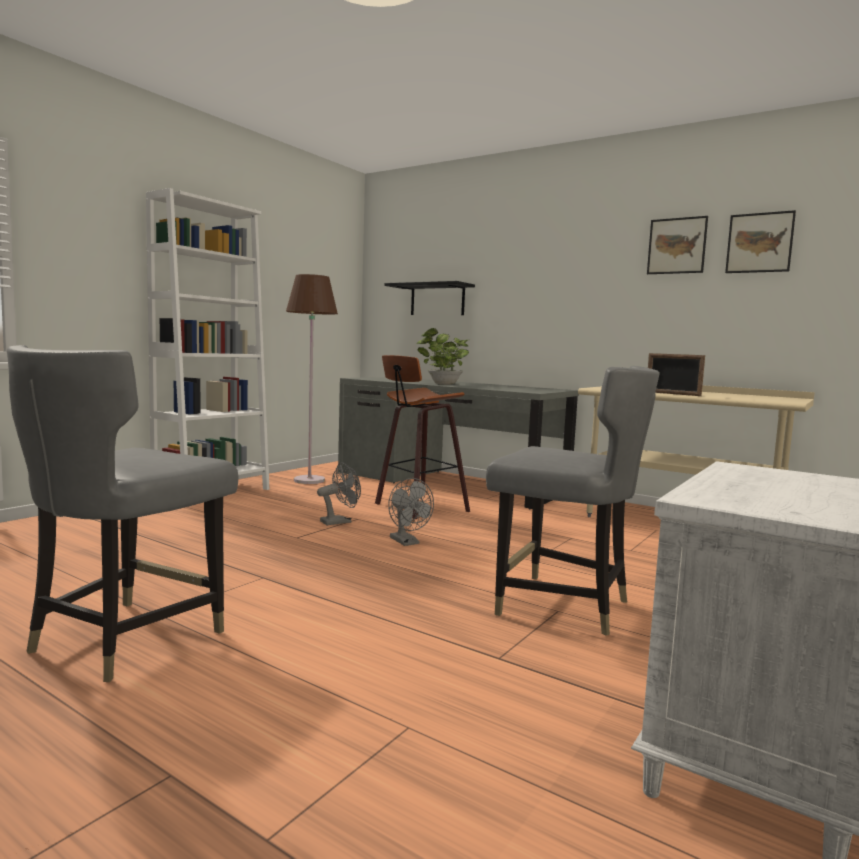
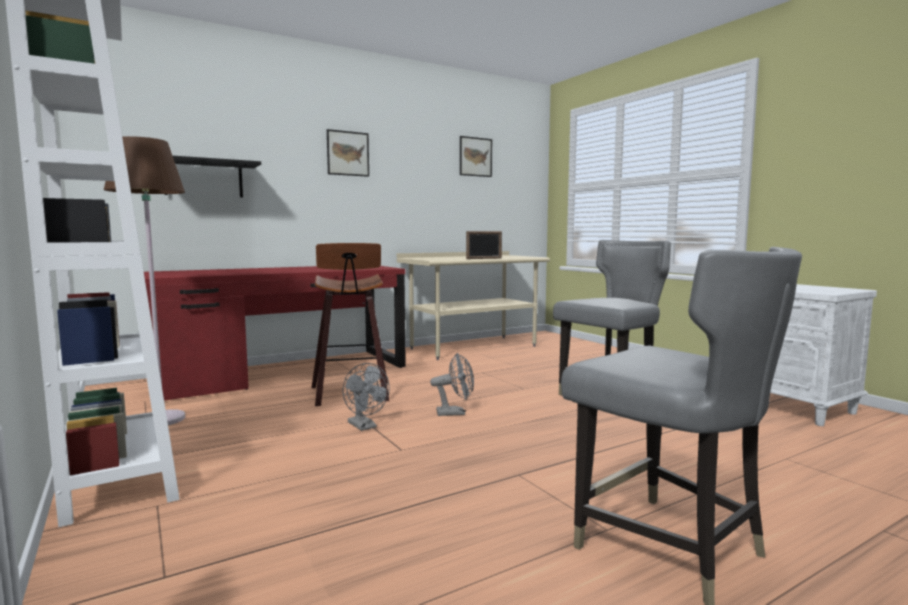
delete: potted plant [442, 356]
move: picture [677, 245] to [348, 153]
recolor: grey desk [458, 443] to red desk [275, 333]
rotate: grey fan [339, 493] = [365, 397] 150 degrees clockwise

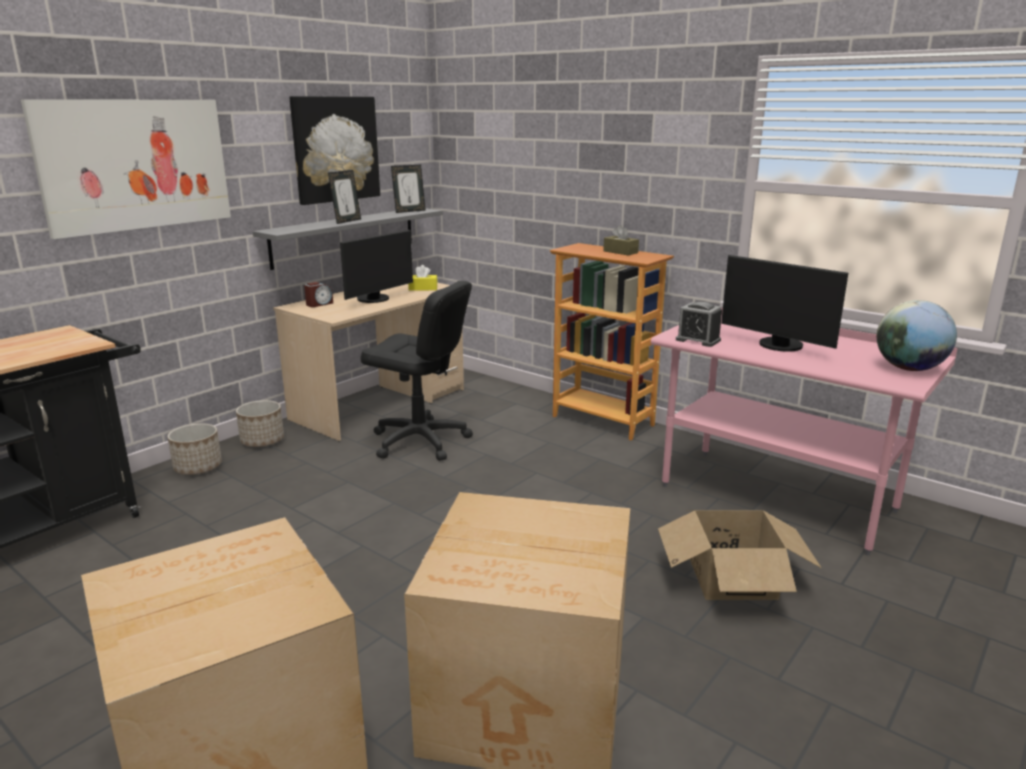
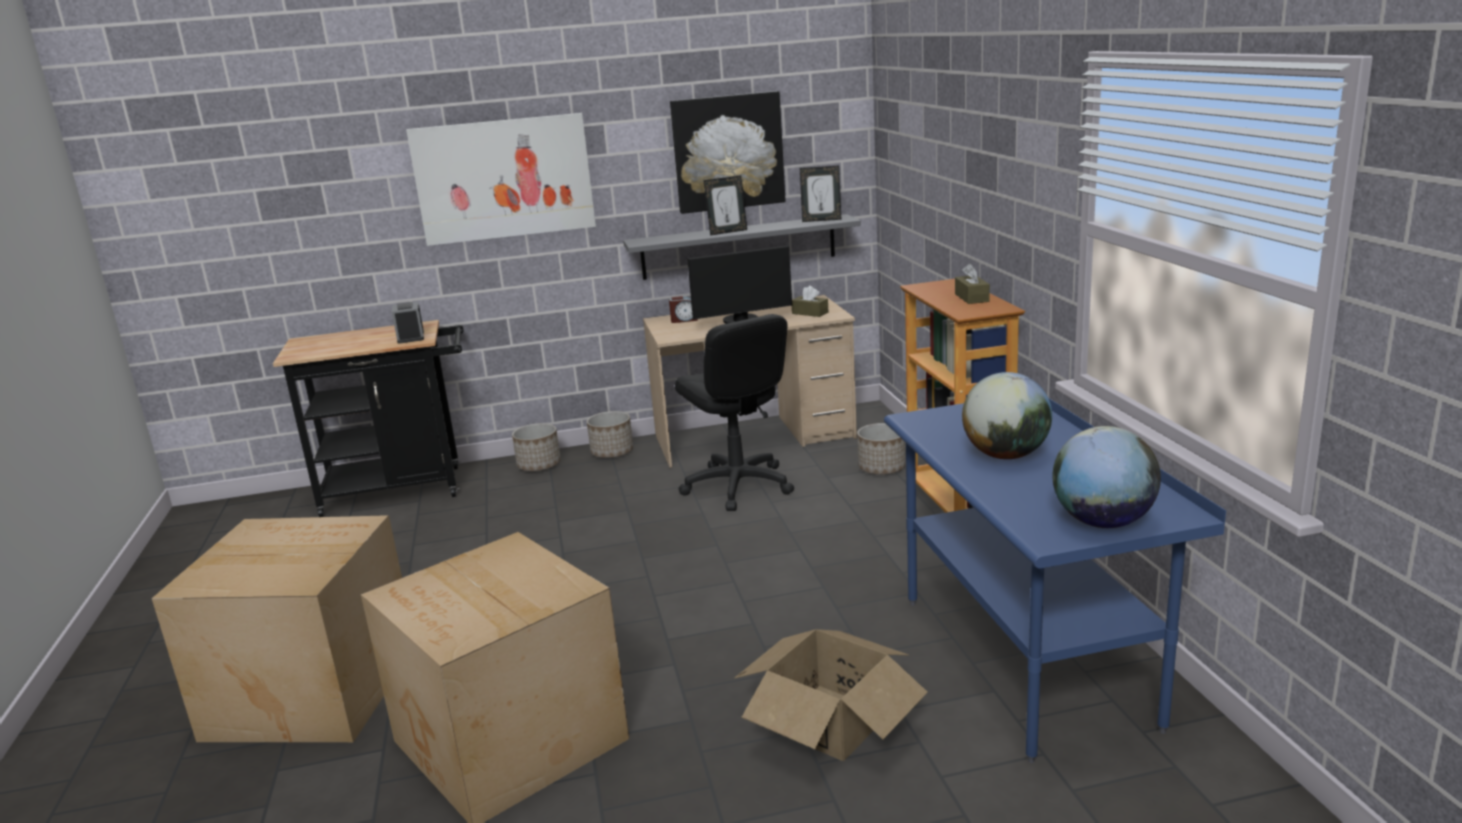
insert: planter [881, 449]
move: alarm clock [699, 324] to [408, 323]
replace: monitor [784, 303] to globe [1007, 415]
recolor: yellow tissue box [423, 278] to brown tissue box [810, 301]; pink desk [804, 431] to blue desk [1055, 580]

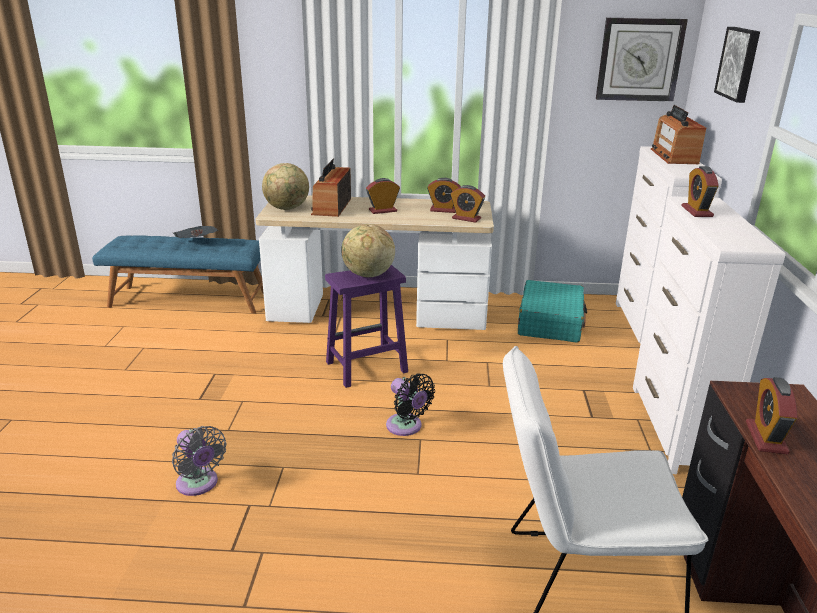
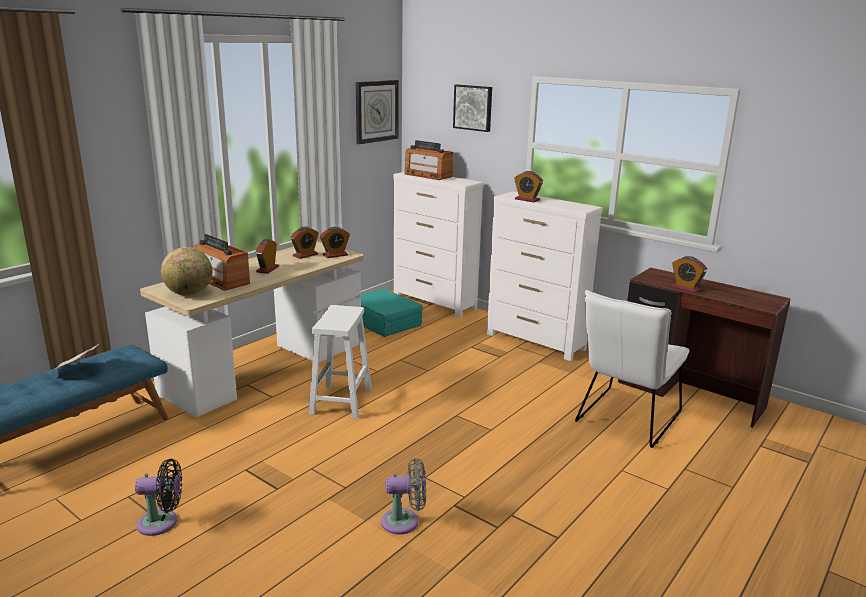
delete: globe [368, 250]
move: black fan [410, 404] to [158, 497]
recolor: purple stool [366, 326] to white stool [340, 362]

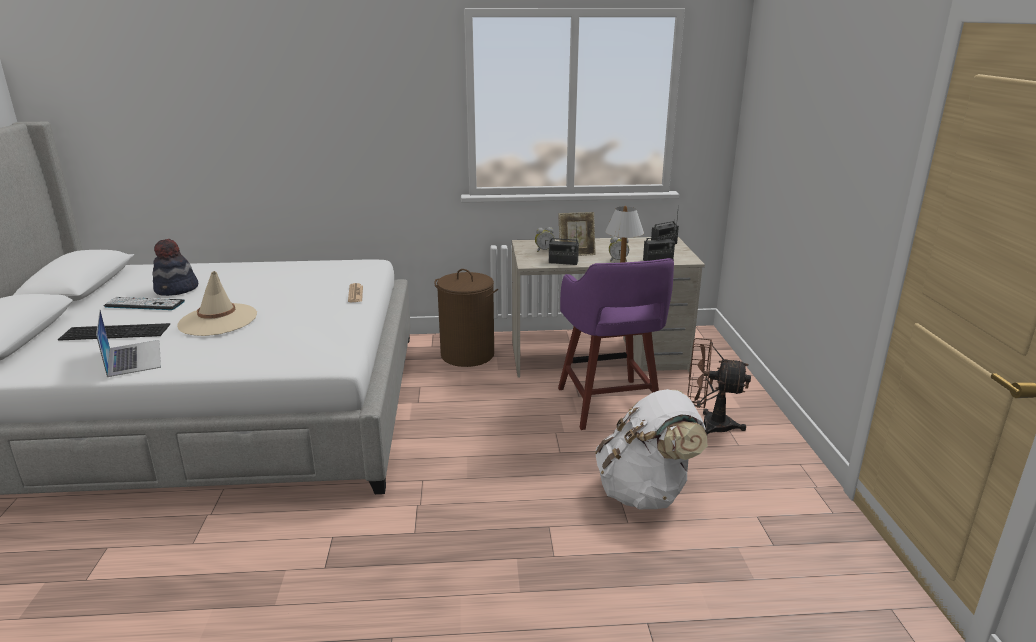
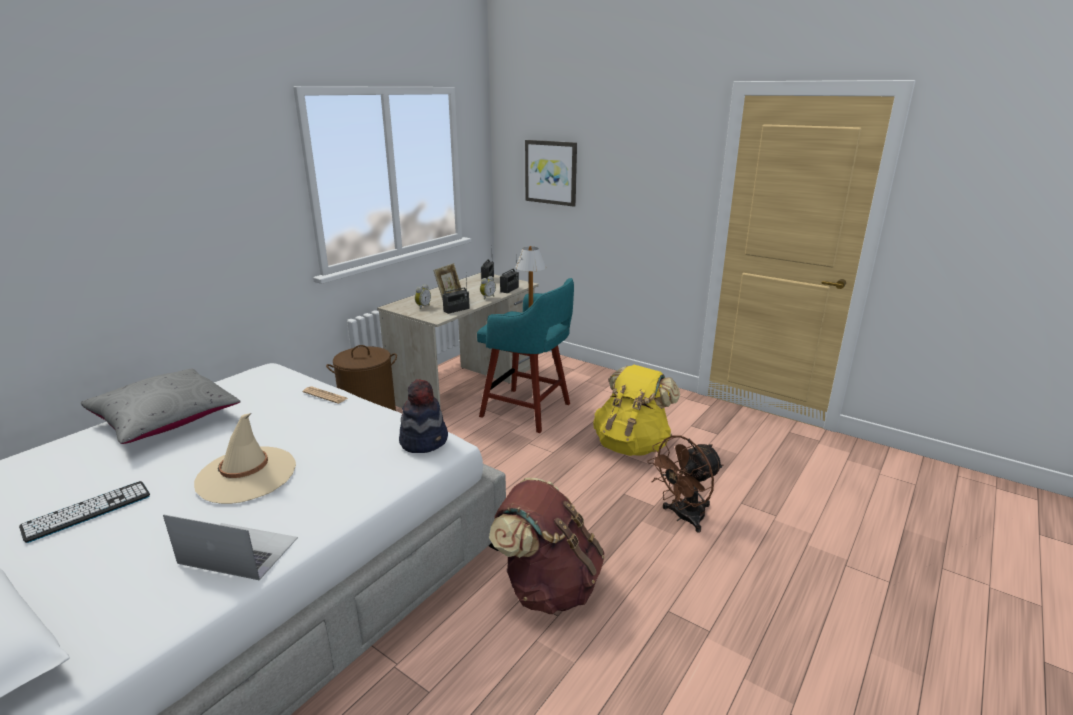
delete: keyboard [114, 332]
insert: picture [551, 173]; grey pillow [161, 406]; brown backpack [546, 546]
move: hat [175, 267] to [423, 416]; brown fan [719, 386] to [685, 484]
recolor: purple stool [616, 344] to turquoise stool [525, 355]; white backpack [651, 449] to yellow backpack [636, 410]

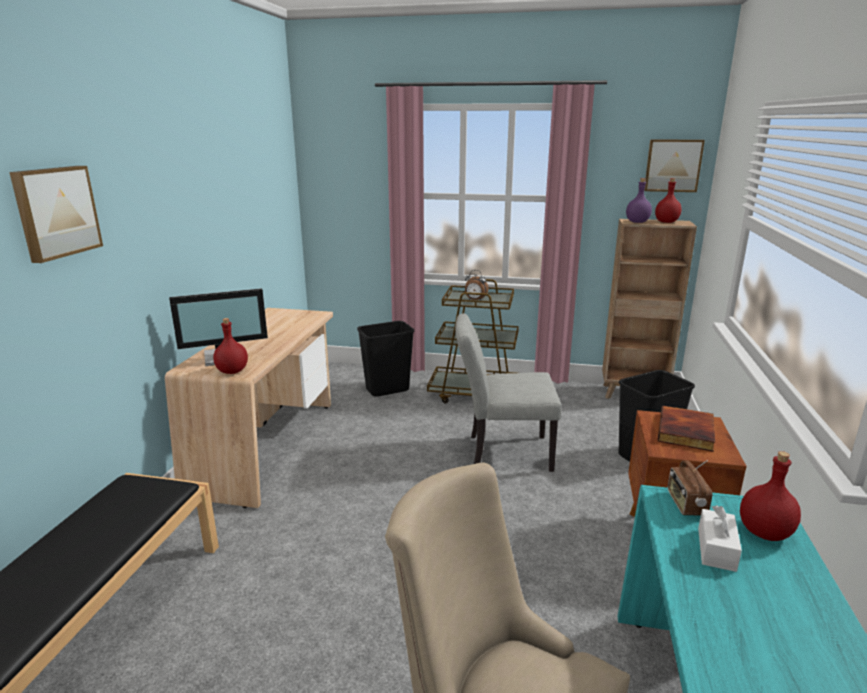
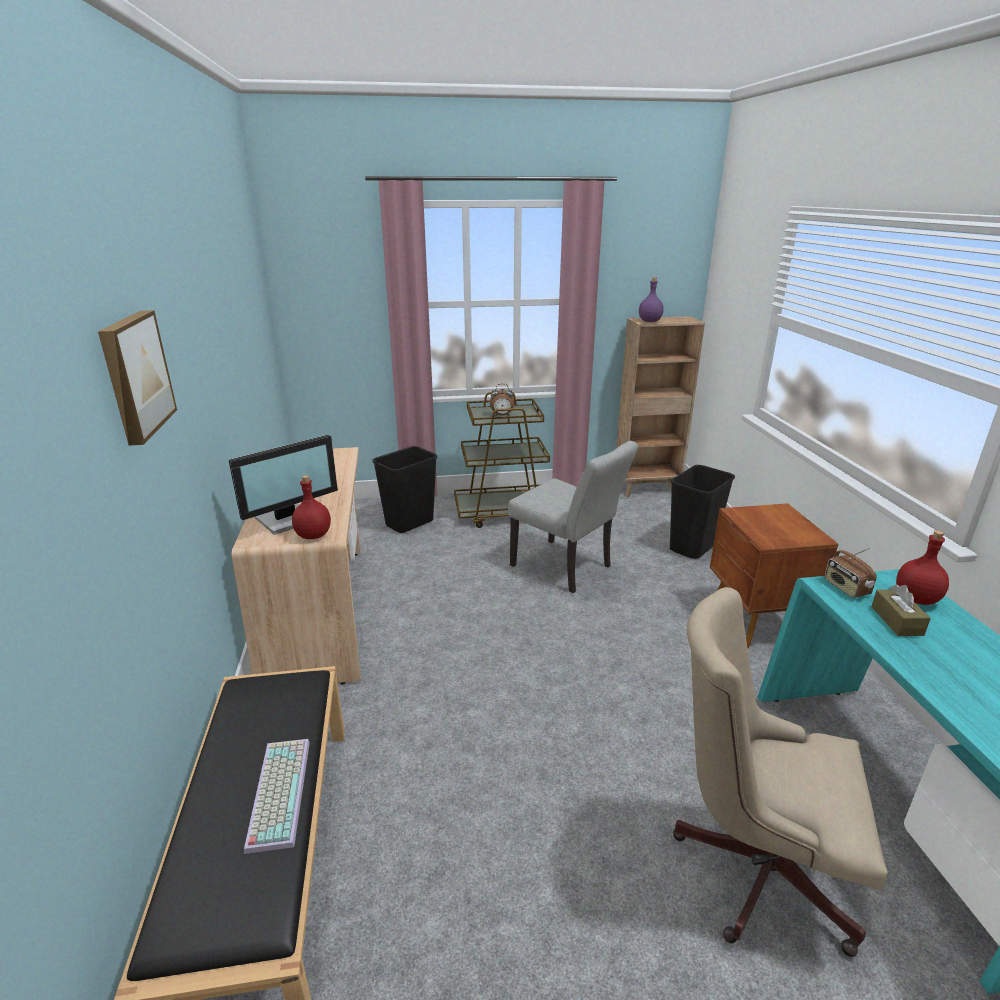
delete: picture [674, 165]; red bottle [668, 200]; book [686, 428]
insert: keyboard [277, 796]
recolor: white tissue box [720, 538] to brown tissue box [901, 610]
rotate: grey chair [508, 392] = [573, 517] 120 degrees counterclockwise

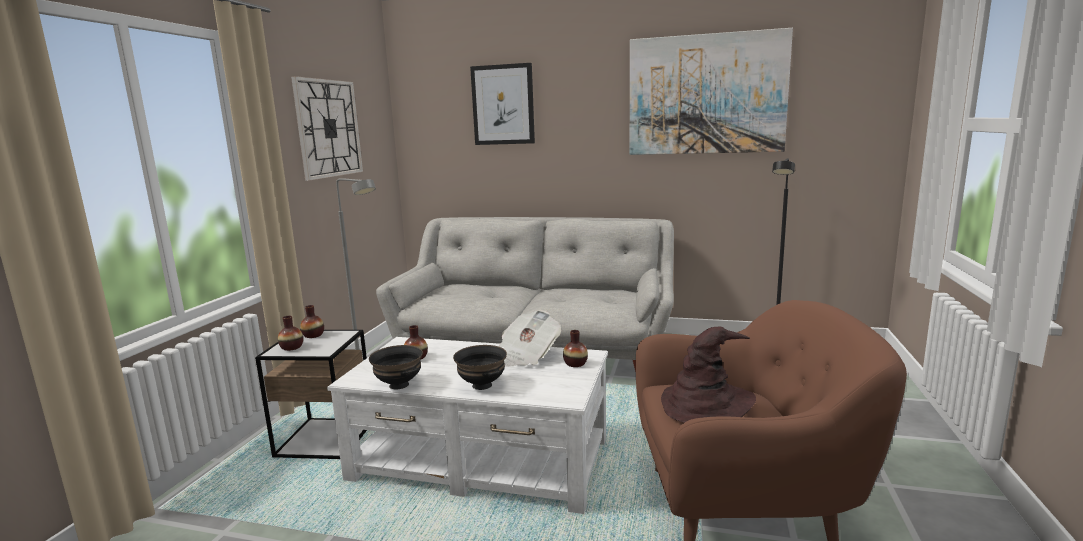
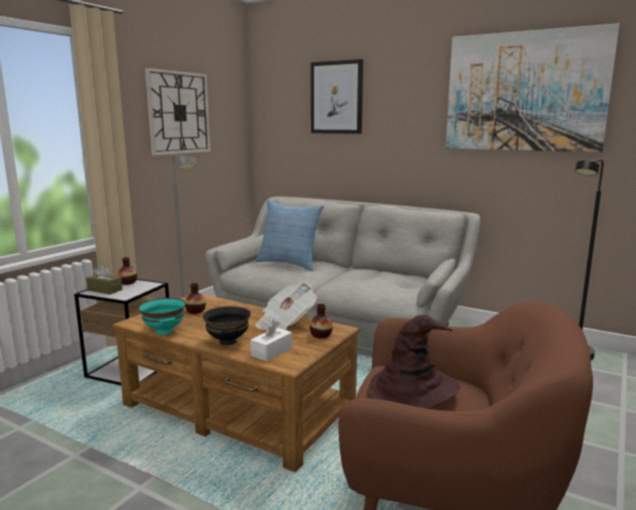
insert: pillow [290, 235]; white tissue box [271, 340]
replace: vase [290, 333] to brown tissue box [104, 279]
recolor: white coffee table [467, 425] to brown coffee table [236, 383]; black bowl [396, 367] to turquoise bowl [162, 316]

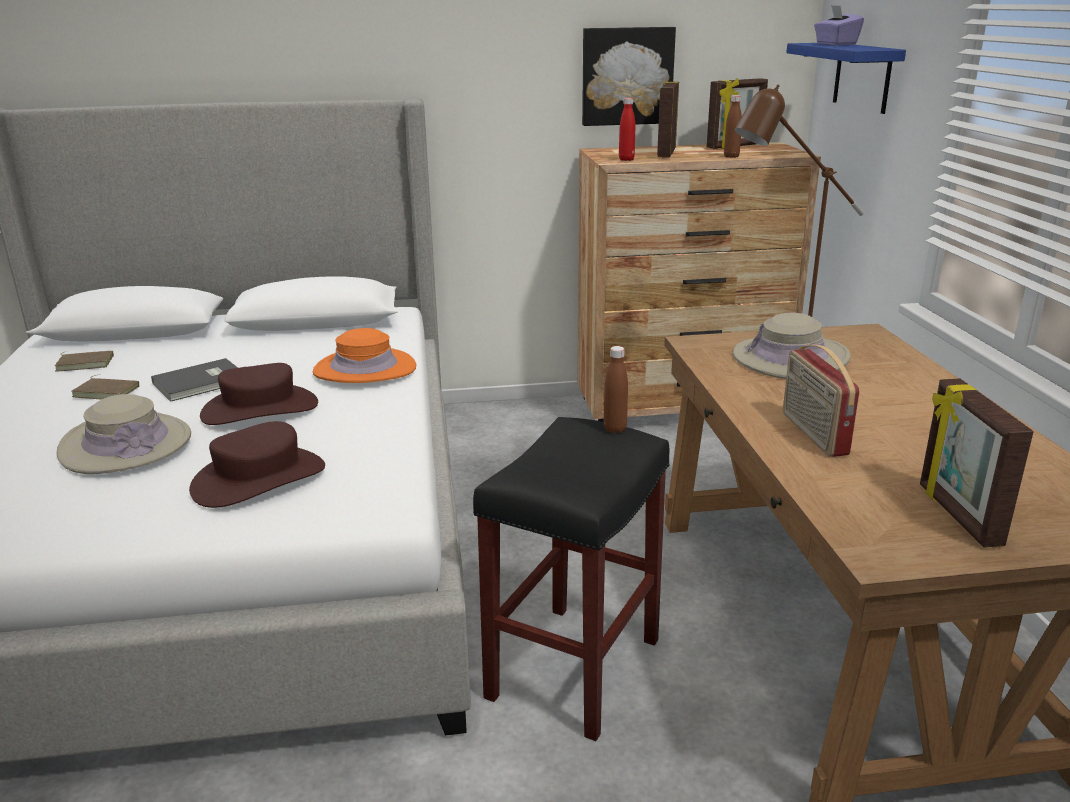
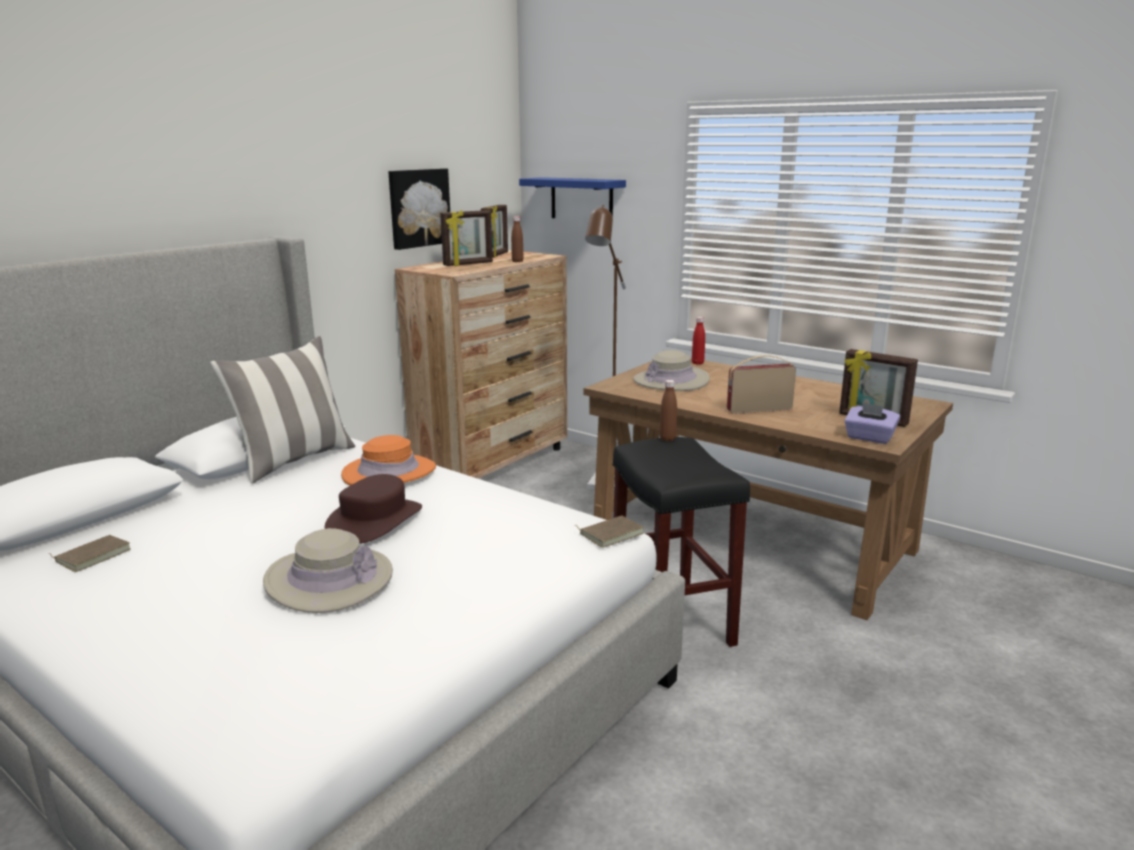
delete: grey book [194, 380]; brown hat [257, 464]
insert: pillow [282, 410]
move: purple tissue box [839, 25] to [872, 423]; red bottle [627, 129] to [698, 341]; brown book [105, 387] to [610, 532]
rotate: picture frame [668, 119] = [466, 238] 90 degrees counterclockwise; radio [821, 401] = [761, 384] 135 degrees clockwise

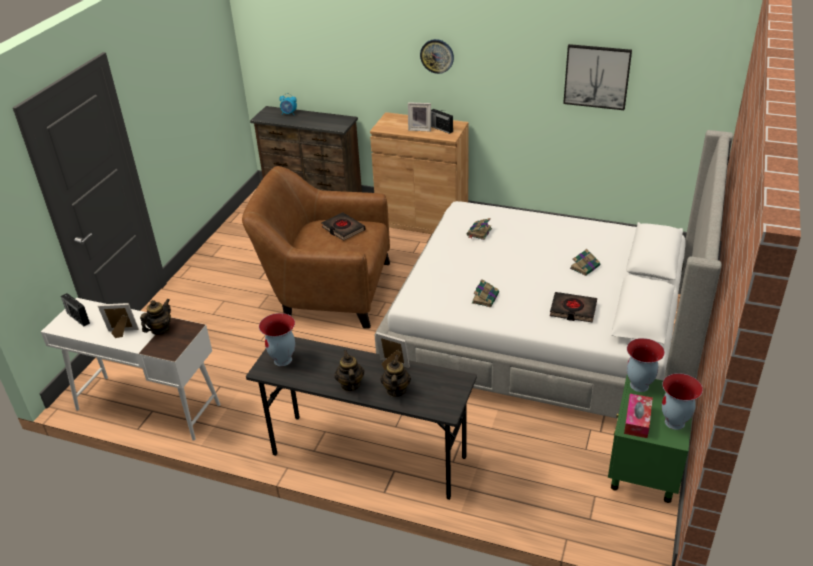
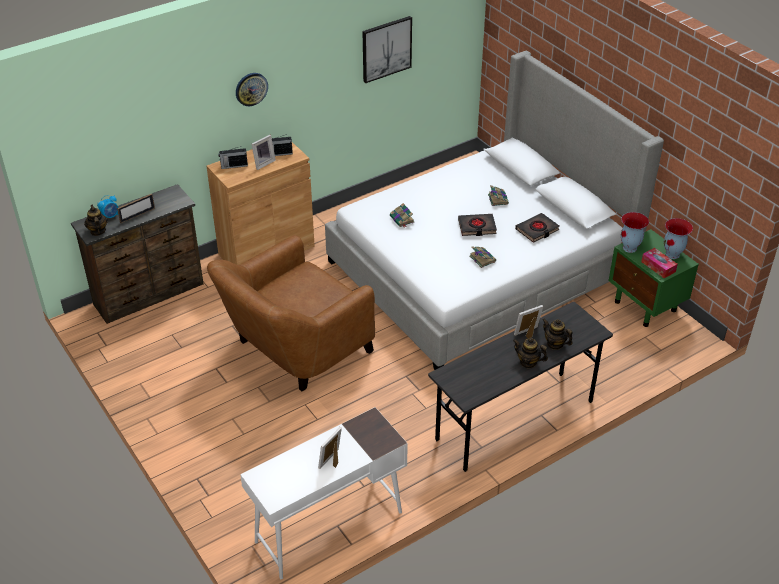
delete: vase [277, 339]
insert: picture frame [136, 208]
move: black book [343, 226] to [477, 225]; radio [75, 309] to [233, 157]; teapot [155, 316] to [96, 220]

